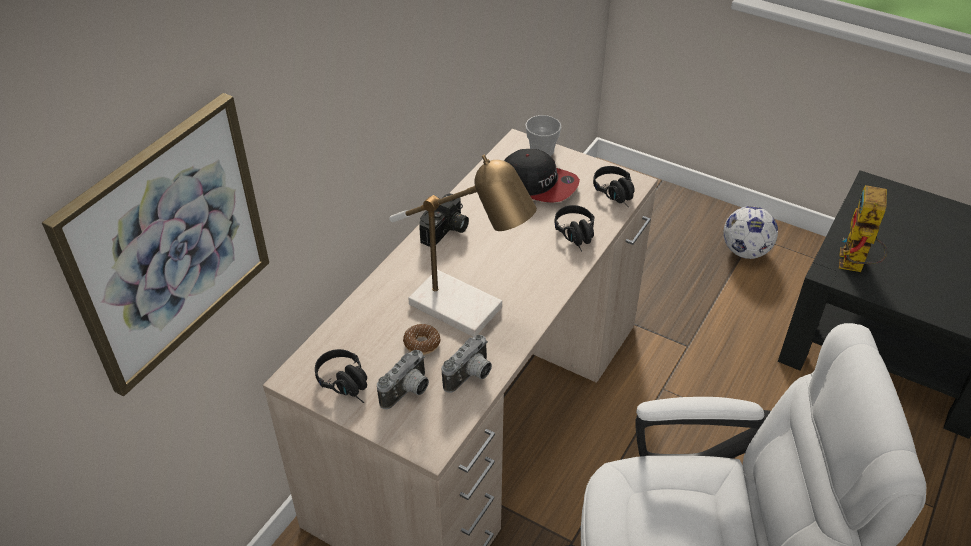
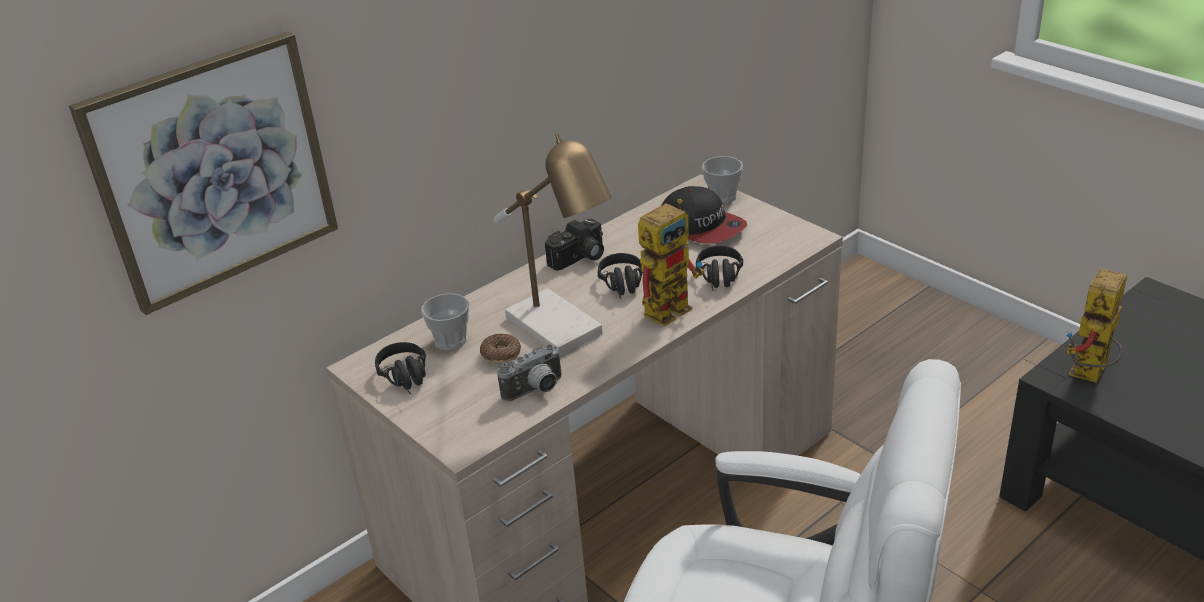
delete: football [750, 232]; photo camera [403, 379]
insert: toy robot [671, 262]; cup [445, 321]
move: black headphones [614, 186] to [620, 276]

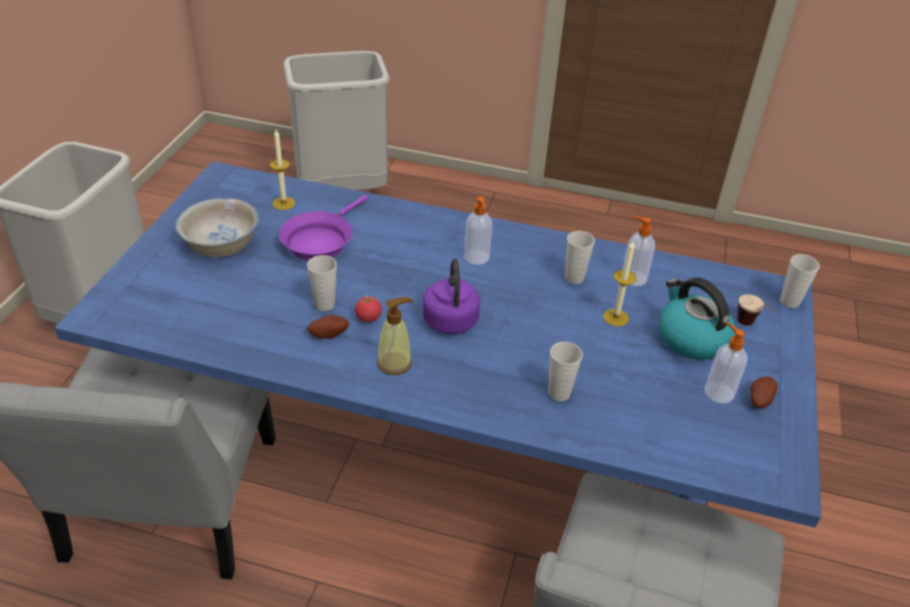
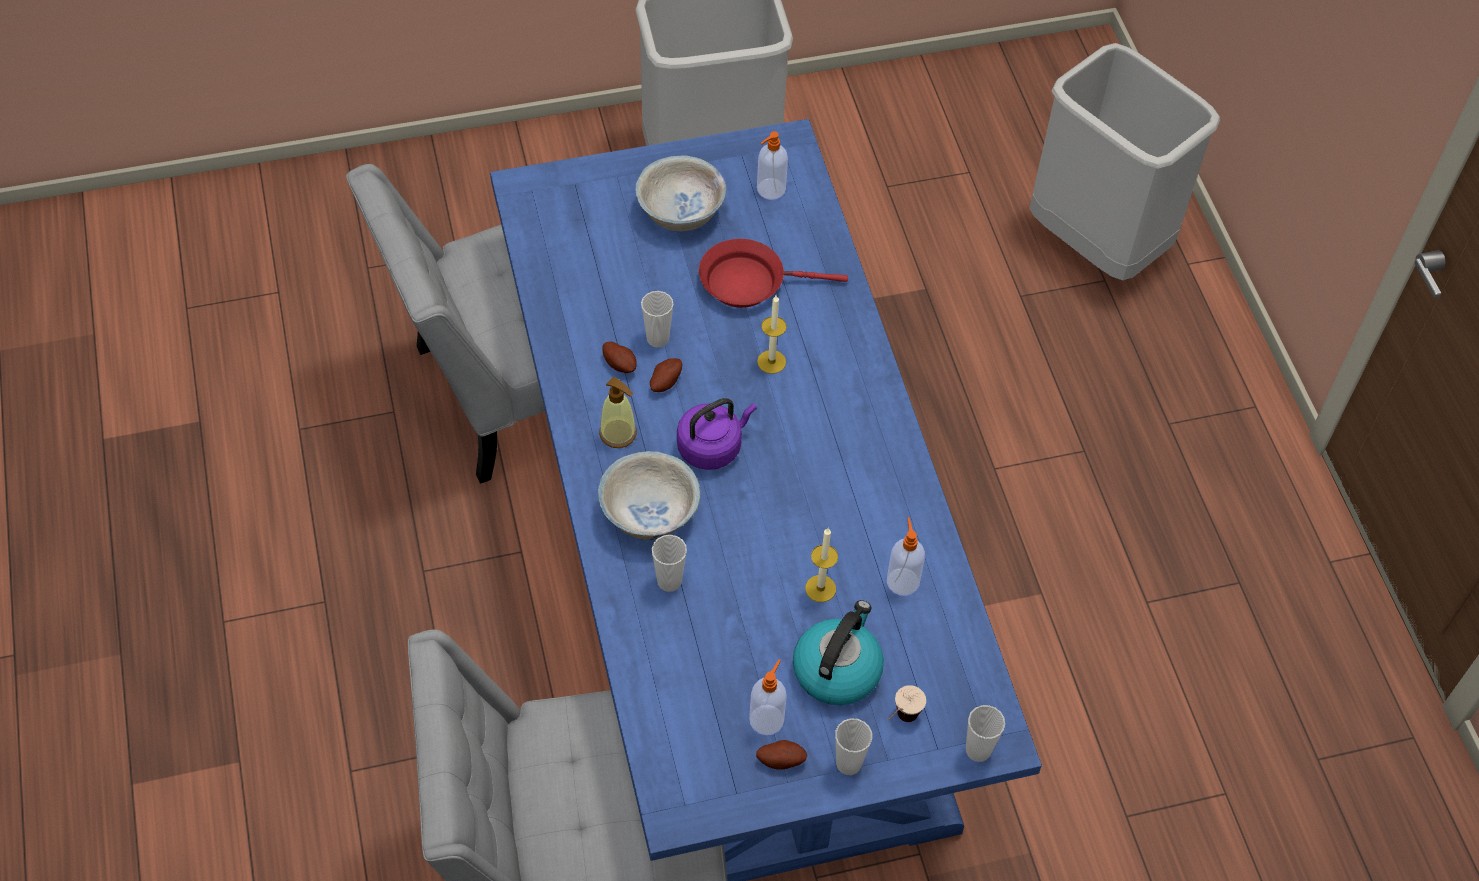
insert: white bowl [649, 495]
move: candle [282, 170] to [772, 334]; soap dispenser [478, 231] to [772, 165]; cup [580, 257] to [853, 746]
replace: tomato [368, 308] to potato [666, 375]
recolor: purple frying pan [323, 228] to red frying pan [773, 273]

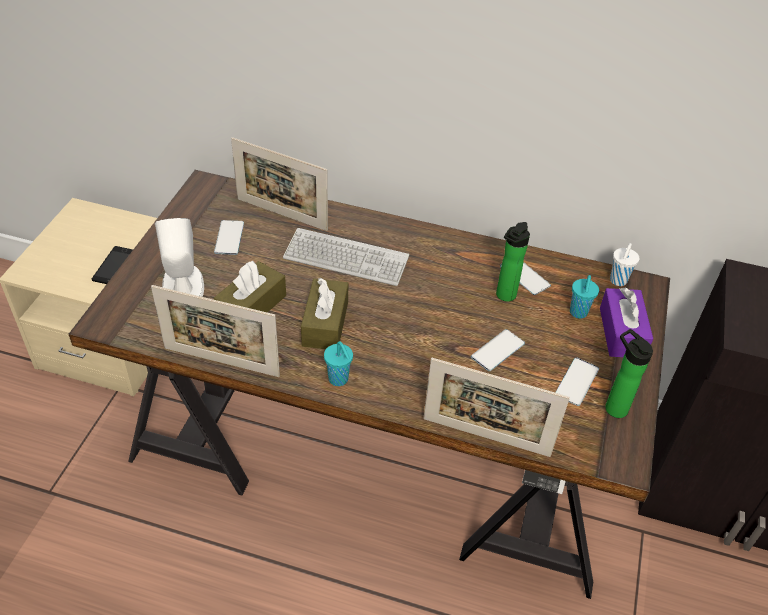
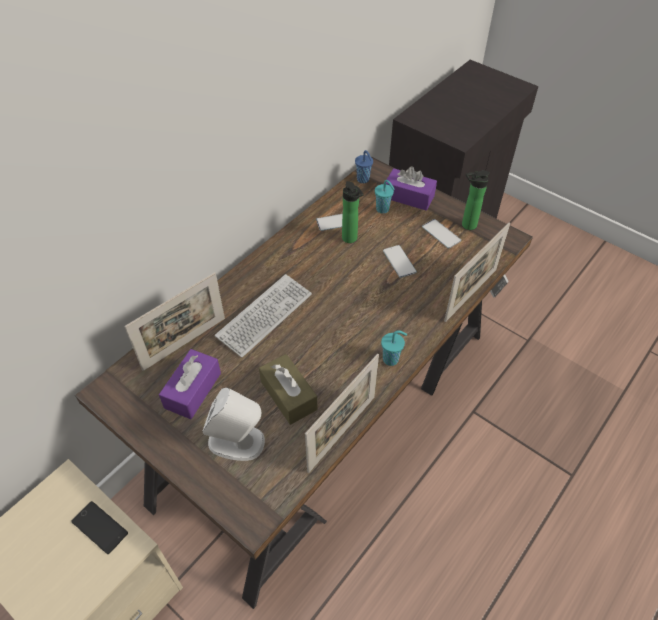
delete: brown tissue box [324, 313]
replace: phone [229, 237] to purple tissue box [190, 384]
recolor: white cup [624, 264] to blue cup [364, 166]

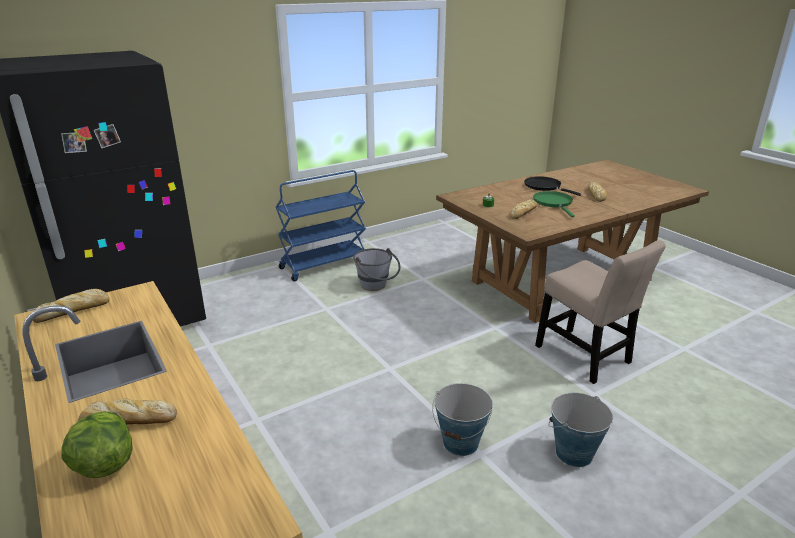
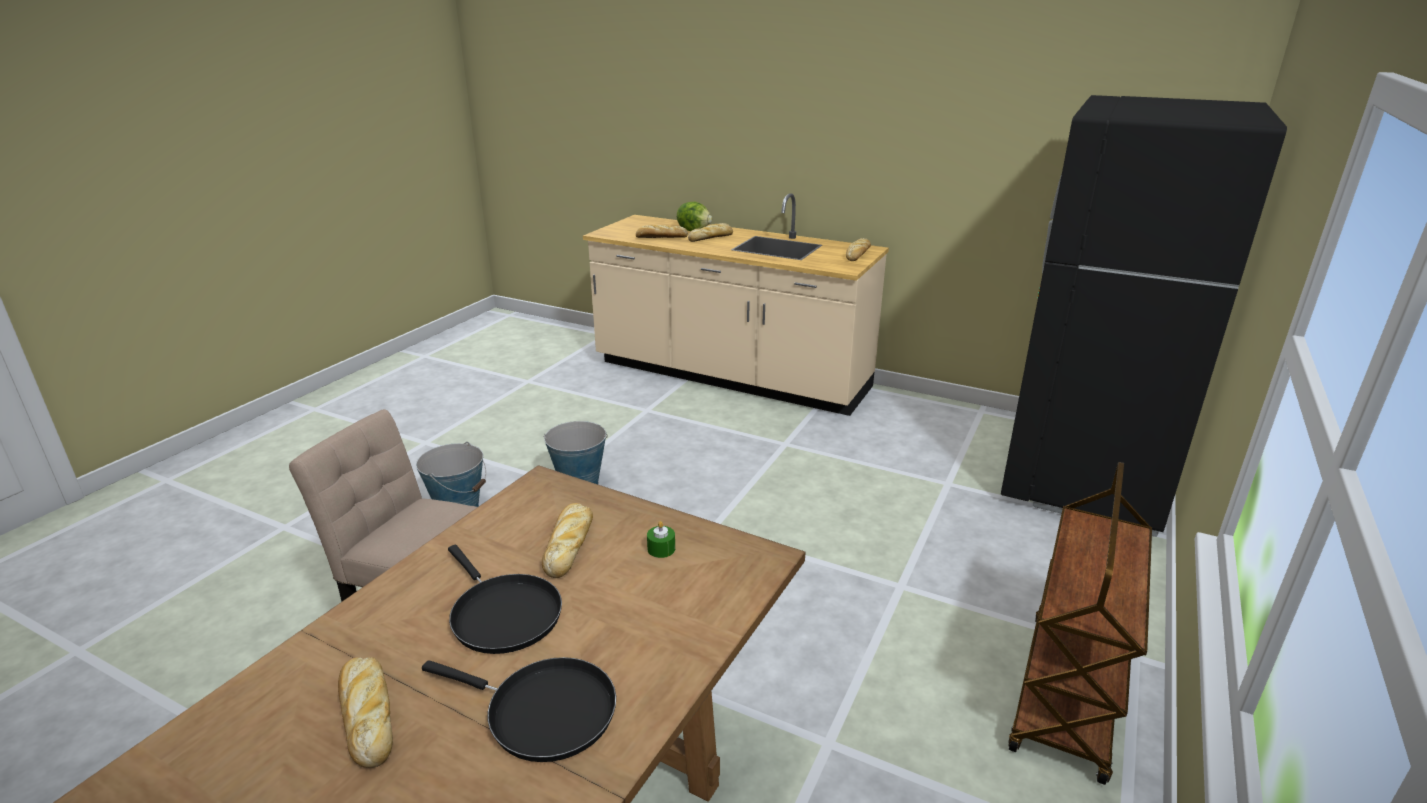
delete: grey bucket [376, 269]
insert: bread [662, 231]
recolor: blue cart [321, 225] to brown cart [1080, 623]; green frying pan [554, 204] to black frying pan [505, 599]

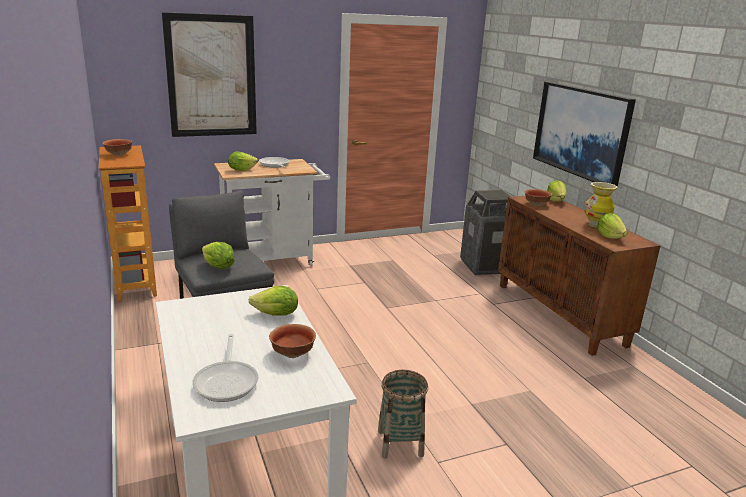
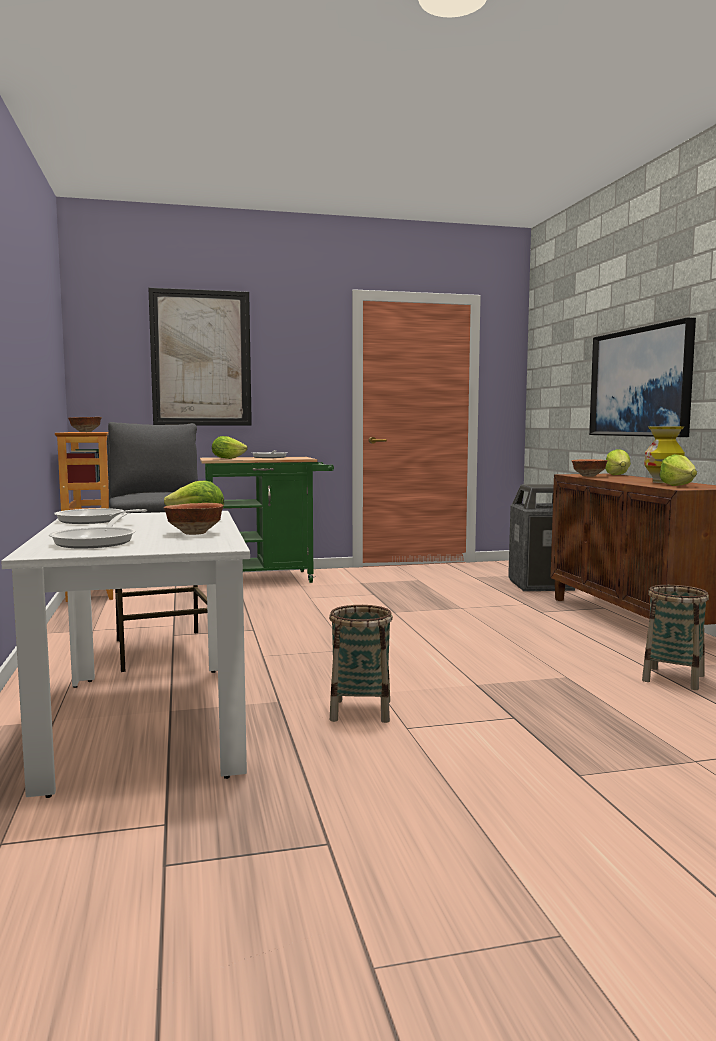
delete: lettuce [218, 255]
insert: frying pan [100, 516]; basket [675, 637]
recolor: white cart [272, 212] to green cart [267, 520]

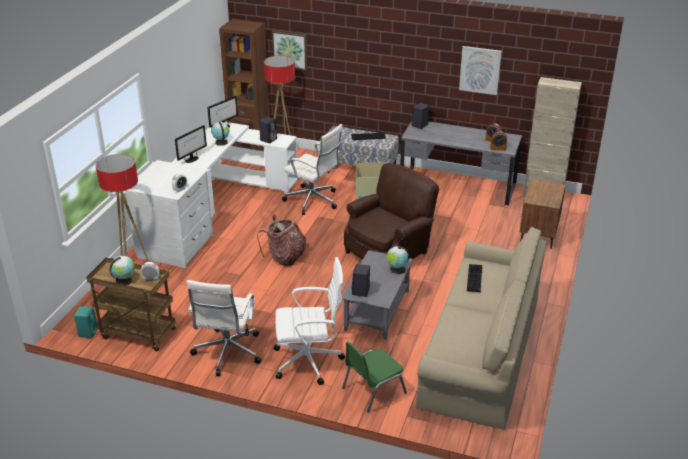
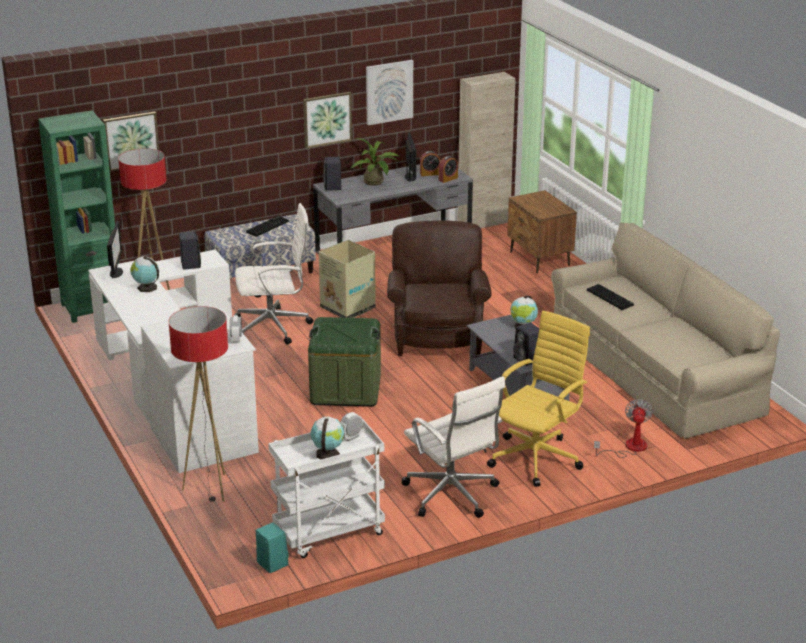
insert: picture [327, 120]; potted plant [375, 162]
move: monitor [191, 144] to [410, 157]
replace: backpack [281, 240] to green storage box [344, 362]; green chair [374, 377] to fan [623, 428]
recolor: brown bookcase [244, 85] to green bookcase [78, 216]; white office chair [309, 321] to yellow office chair [538, 398]; brown cart [131, 304] to white cart [326, 489]

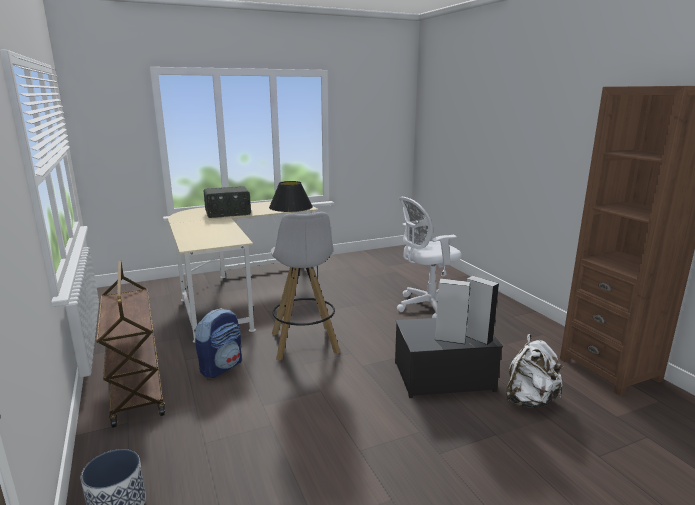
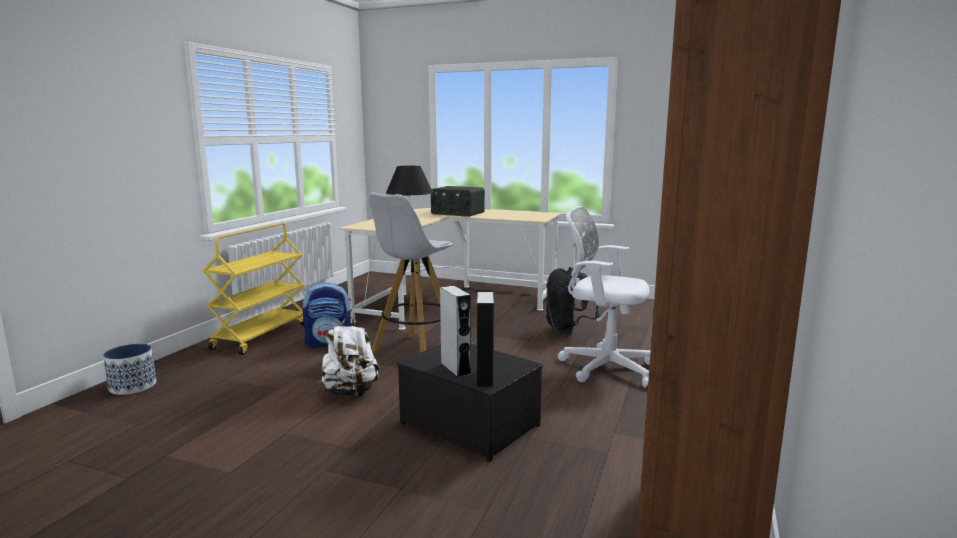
insert: black backpack [572, 301]
move: white backpack [535, 371] to [348, 356]
recolor: brown cart [130, 344] to yellow cart [254, 289]

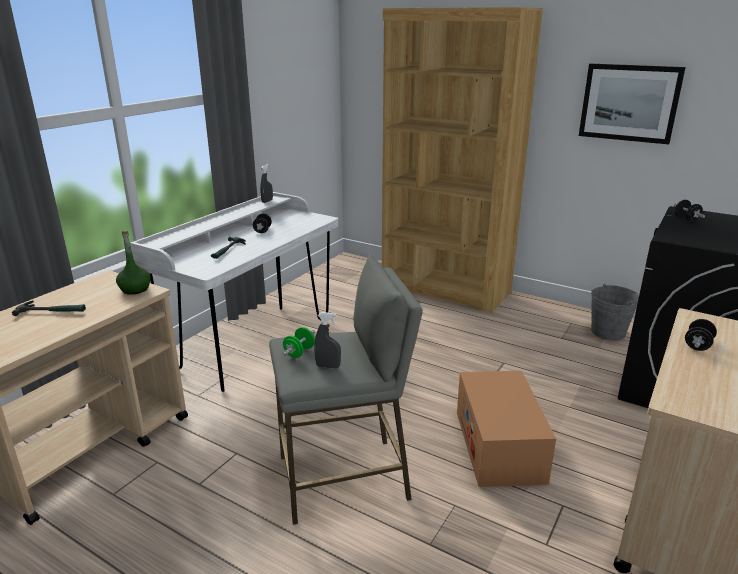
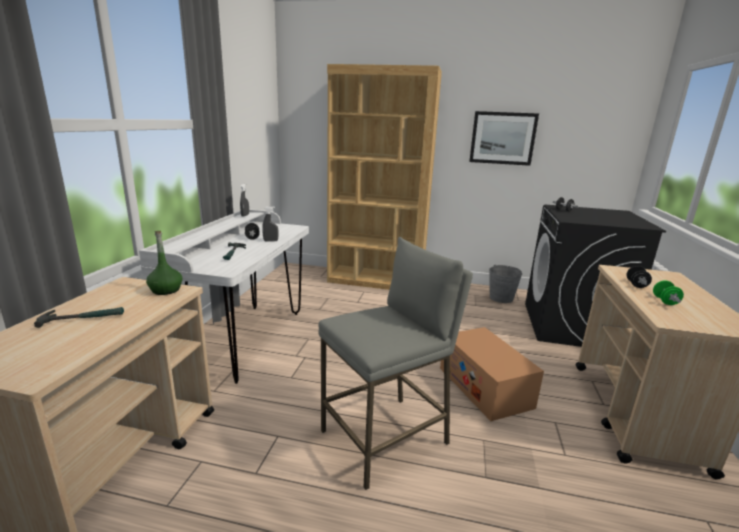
move: grey spray bottle [327, 340] to [270, 224]; green dumbbell [298, 342] to [668, 292]

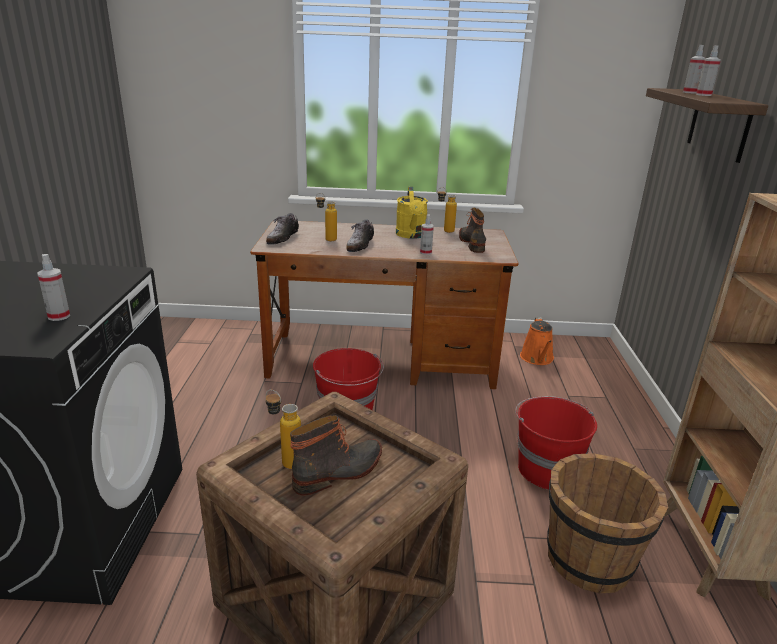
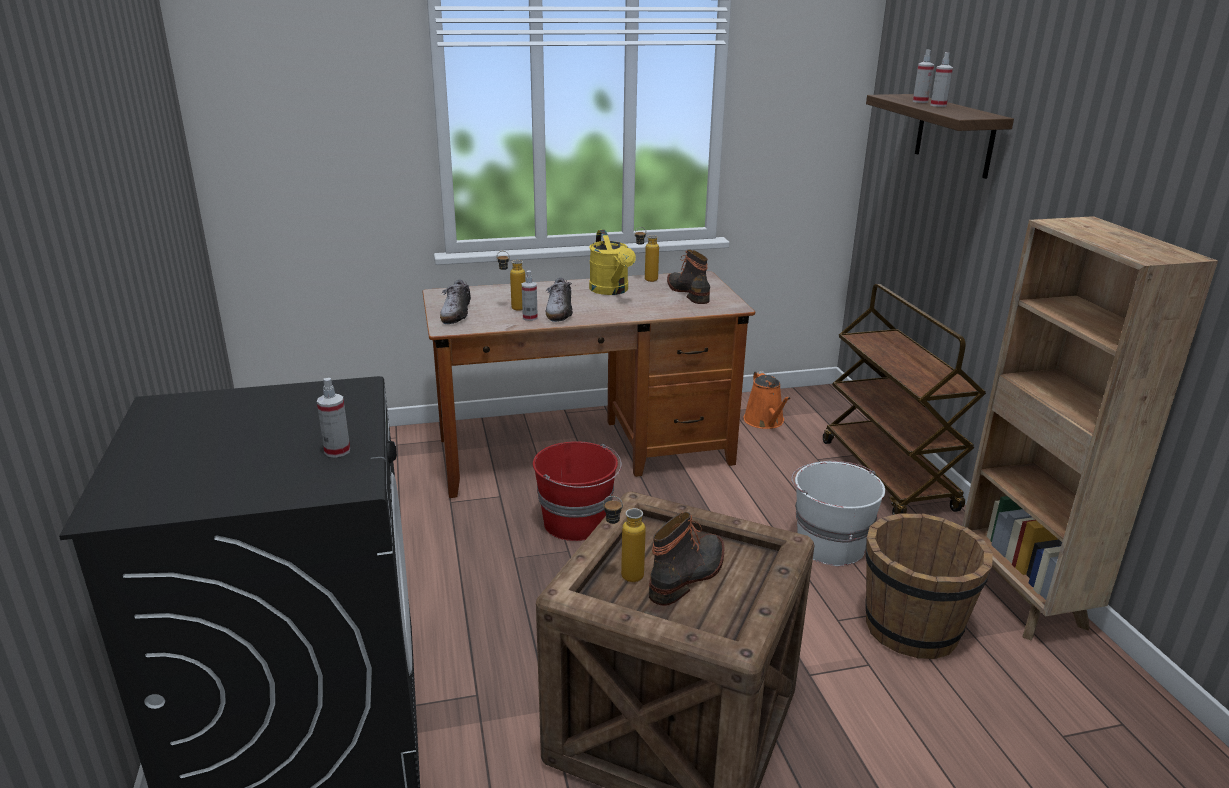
insert: brown cart [904, 399]
move: spray bottle [427, 234] to [530, 295]
recolor: red bucket [556, 443] to white bucket [838, 513]

